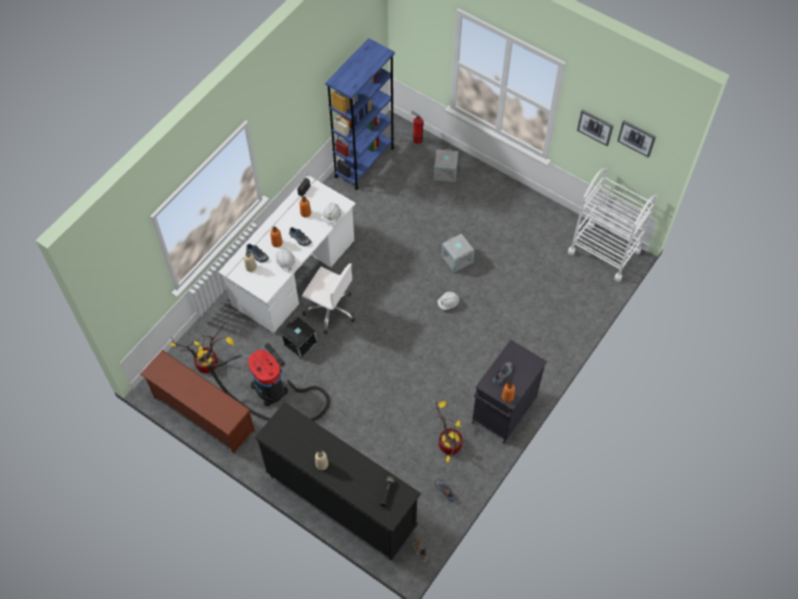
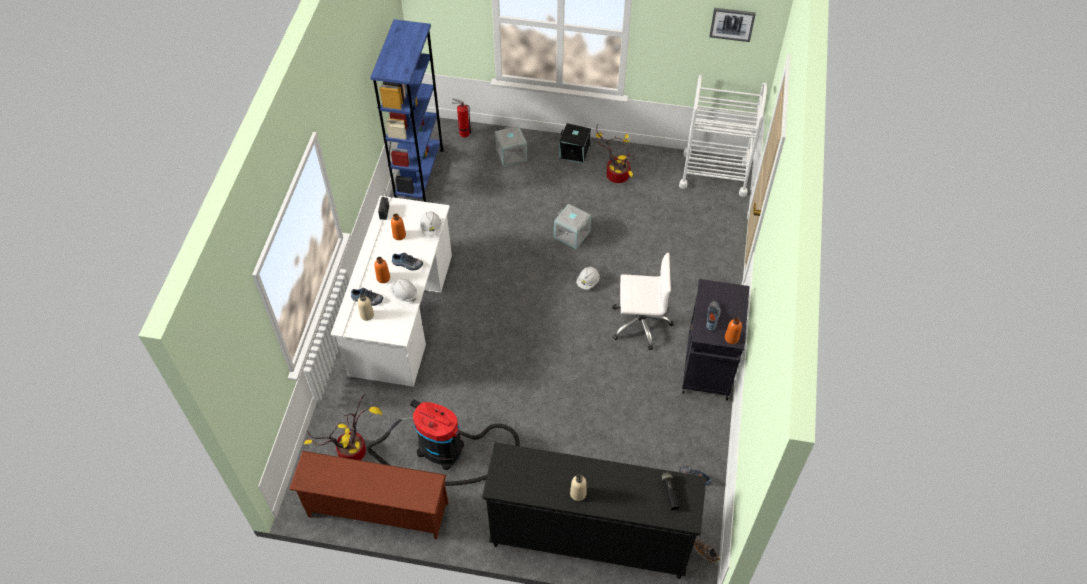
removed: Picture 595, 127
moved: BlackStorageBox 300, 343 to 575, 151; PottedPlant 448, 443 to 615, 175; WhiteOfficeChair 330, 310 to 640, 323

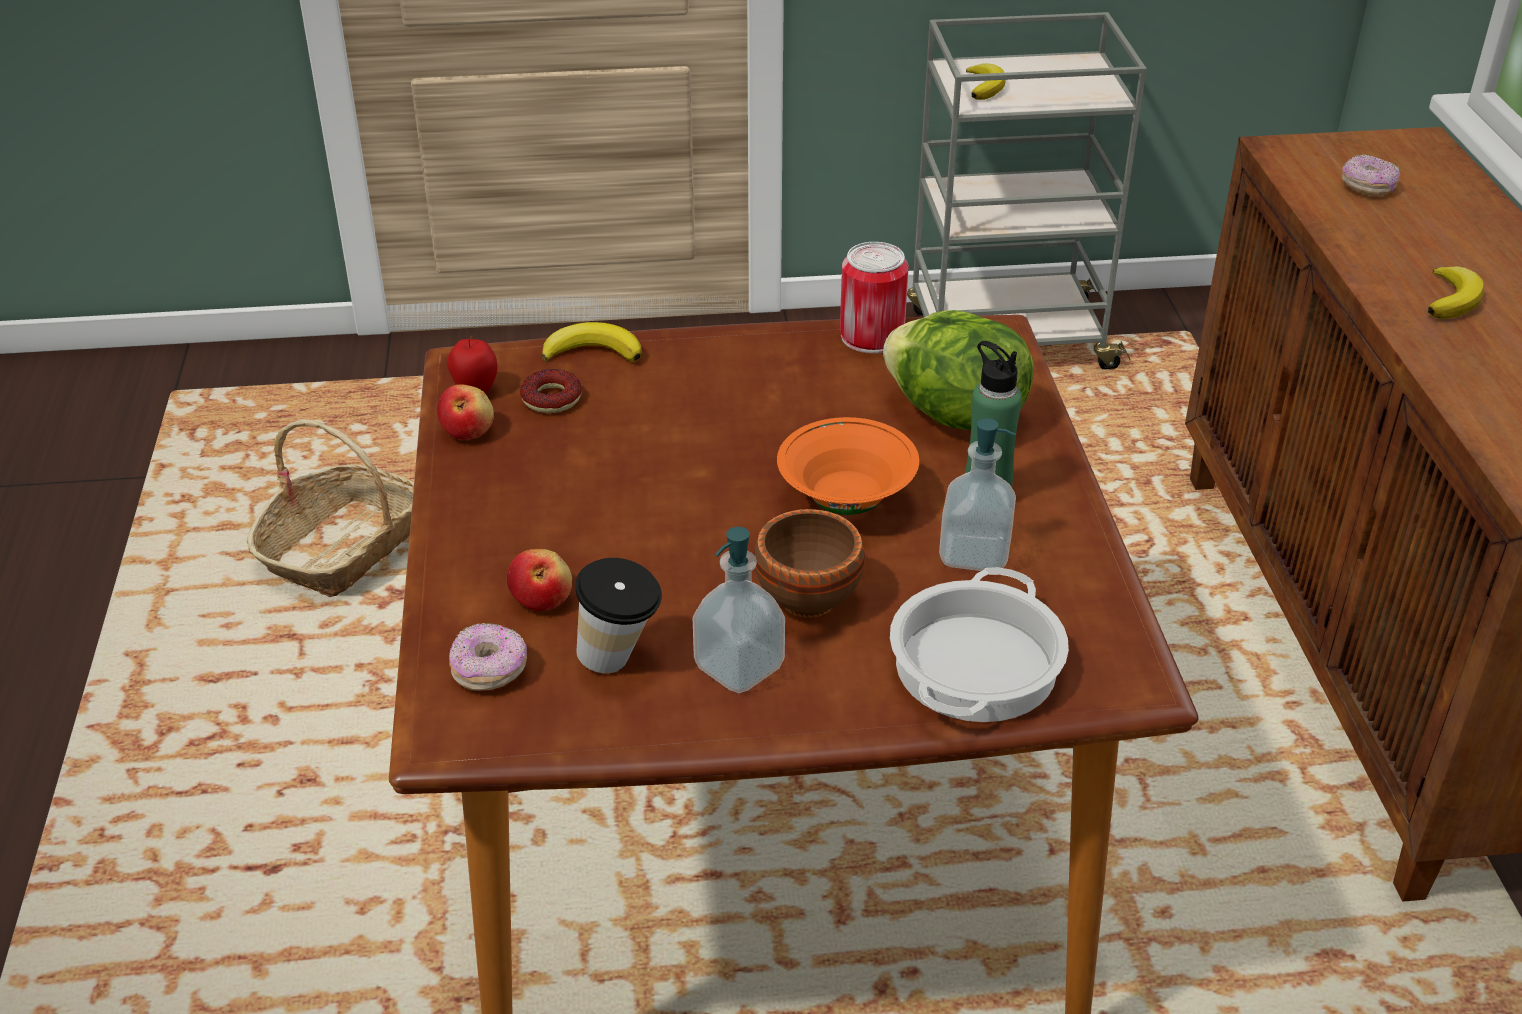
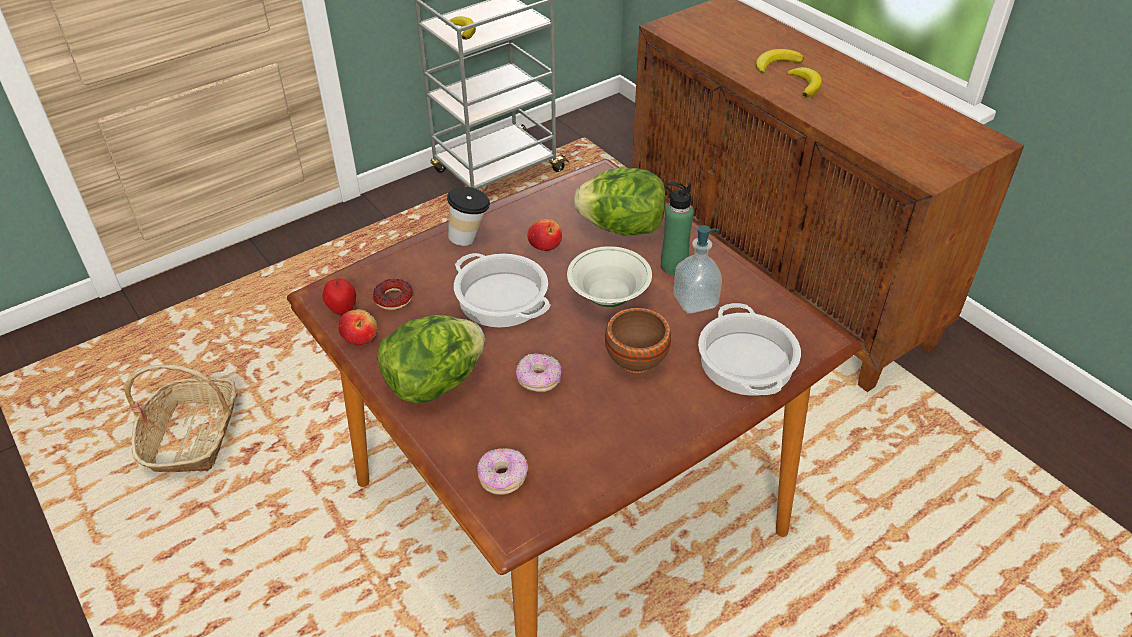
removed: SoapDispenser 739, 667; Can 871, 336
added: Lettuce 434, 383; CookingPot 500, 298
moved: Cup 620, 661 to 470, 238; Donut 1367, 187 to 539, 380; Apple 542, 598 to 545, 245; Banana 593, 351 to 775, 64
recoloured: OrangeBowl 846, 502 to WhiteBowl 608, 297

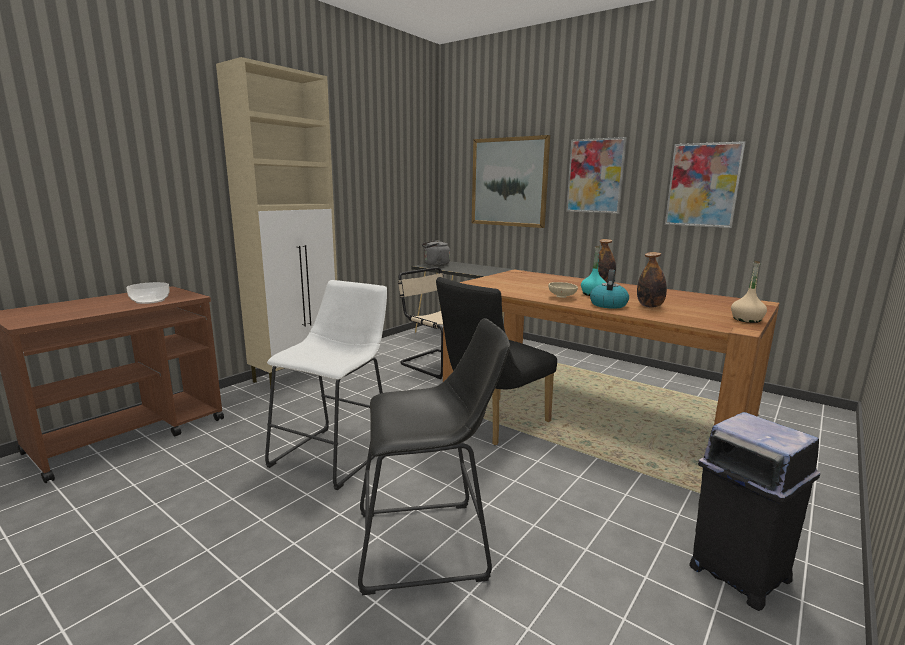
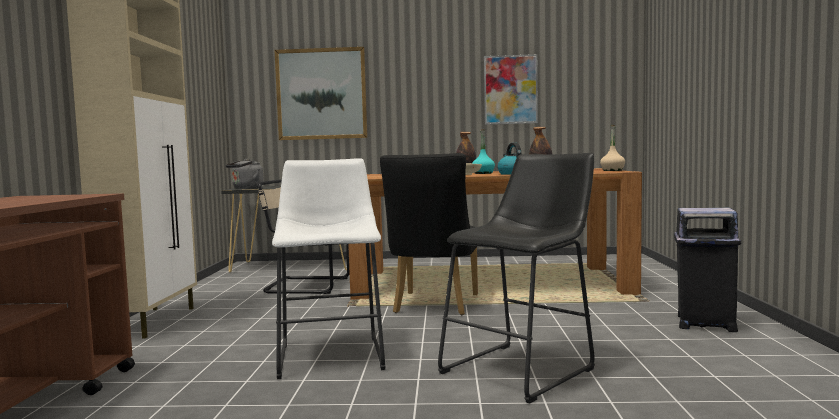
removed: Bowl 150, 301; Picture 595, 176

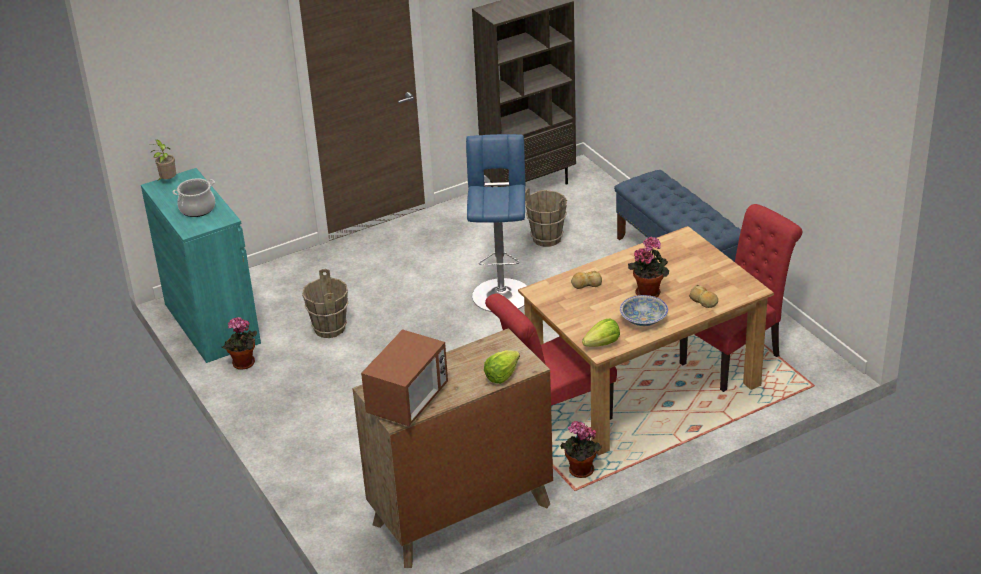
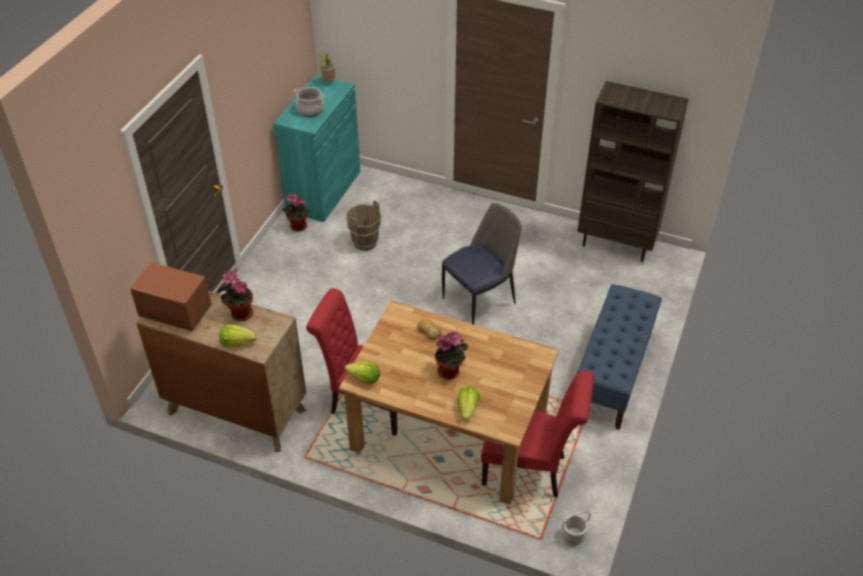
removed: BrownBucket 547, 238; Bowl 643, 319
added: WhiteBucket 573, 536
moved: PottedPlant 579, 471 to 239, 313
replaced: BlueStool 501, 292 to Chair 480, 299; Bread 703, 301 to Lettuce 467, 409
turned: Microwave 408, 401 = 176, 312 150 degrees counterclockwise

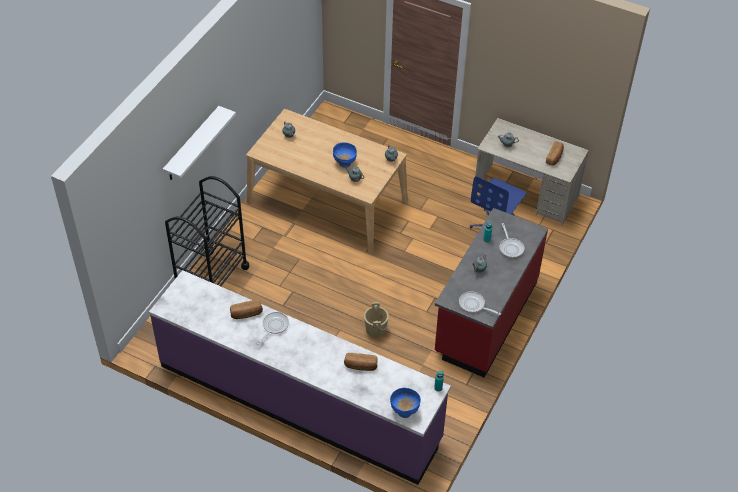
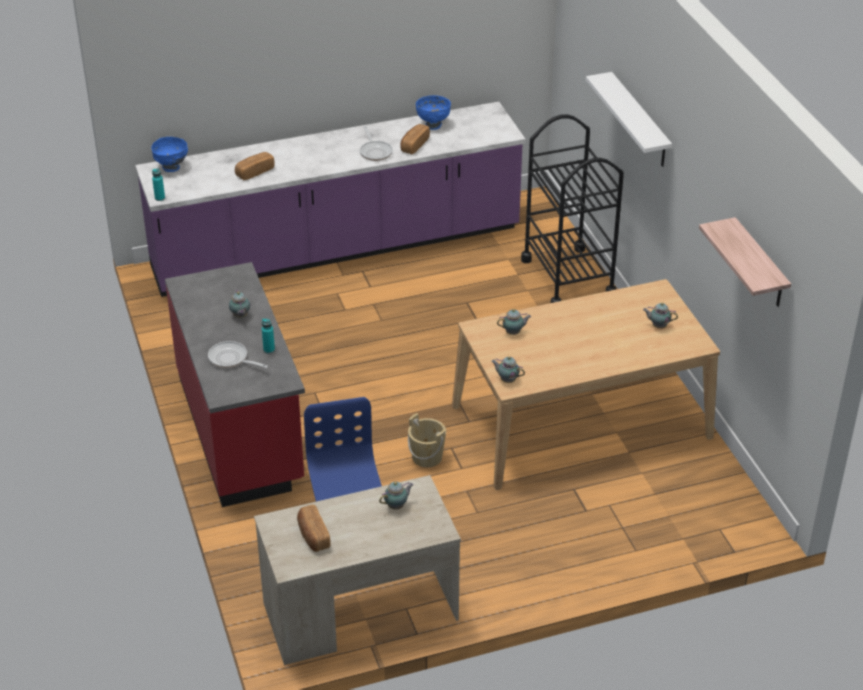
removed: FryingPan 473, 305
added: Shelf 760, 265
moved: BeigeBucket 375, 330 to 427, 457; BlueBowl 344, 163 to 433, 125

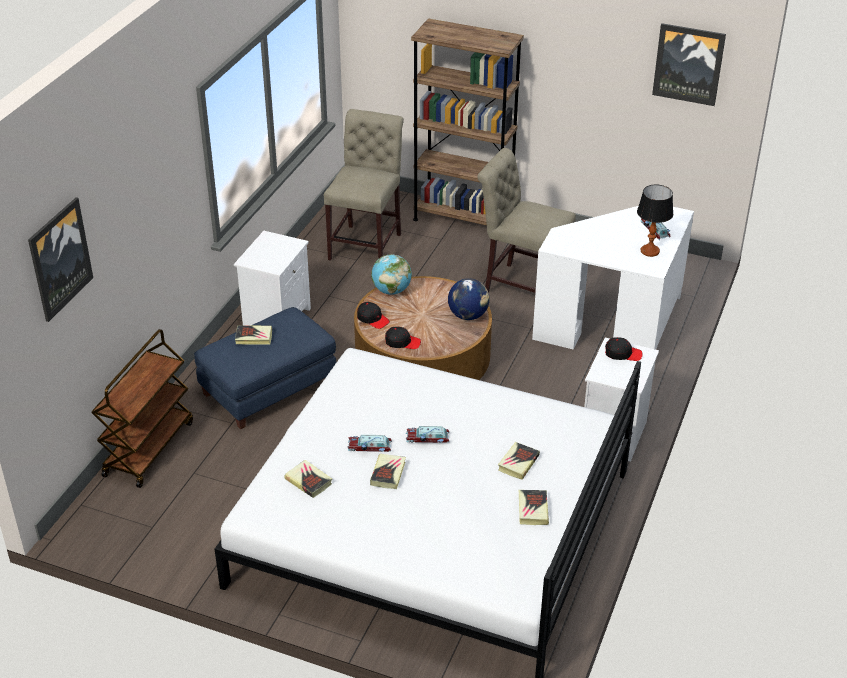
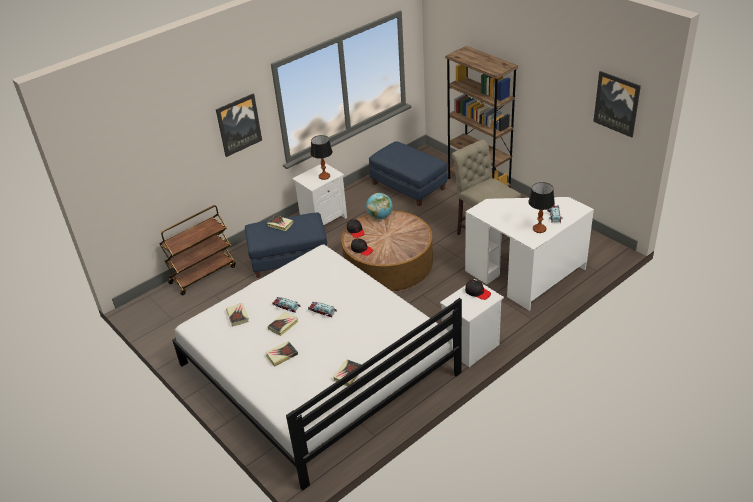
removed: Globe 468, 315
added: TableLamp 324, 176
moved: Picture 59, 259 to 238, 124; Book 518, 463 to 282, 355
replaced: BeigeChair 367, 244 to BlueOttoman 408, 186

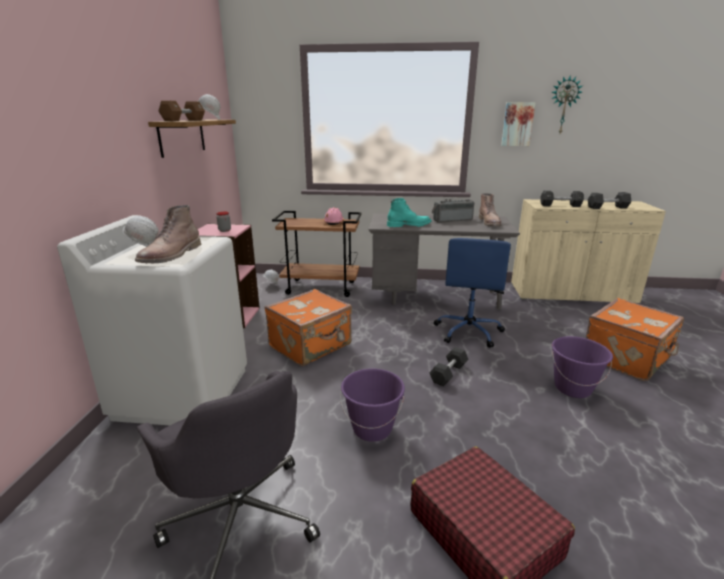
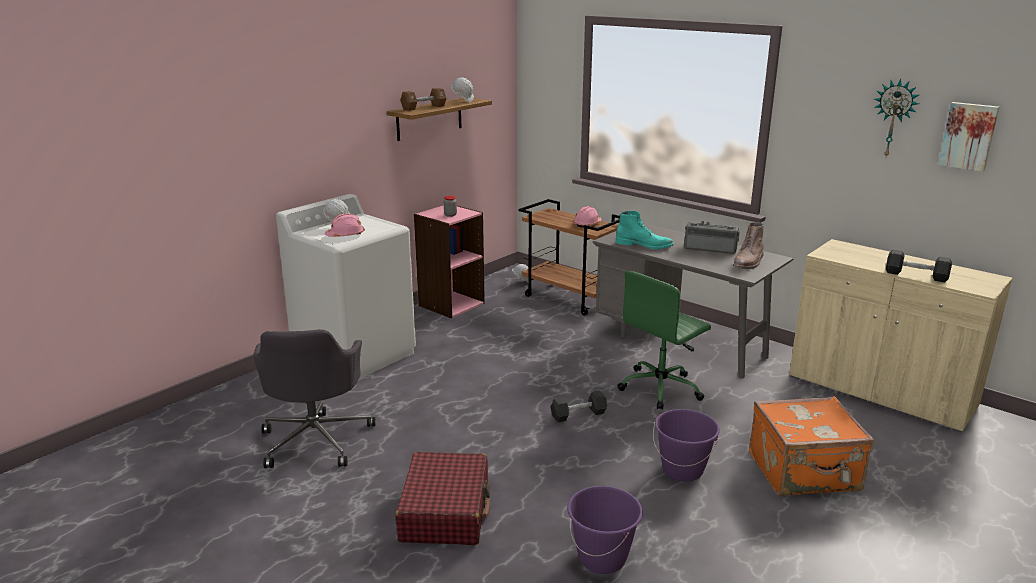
removed: OrangeSuitcase 311, 346; BlackDumbbell 560, 205
moved: PurpleBucket 372, 428 to 602, 558; Picture 517, 124 to 968, 136
replaced: BrownBoot 171, 255 to PinkHardHat 345, 235
recoloured: BlueOfficeChair 468, 331 to GreenOfficeChair 661, 388

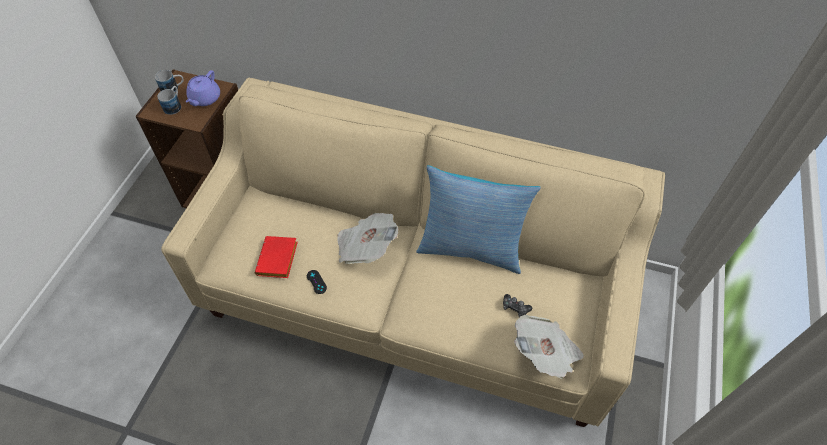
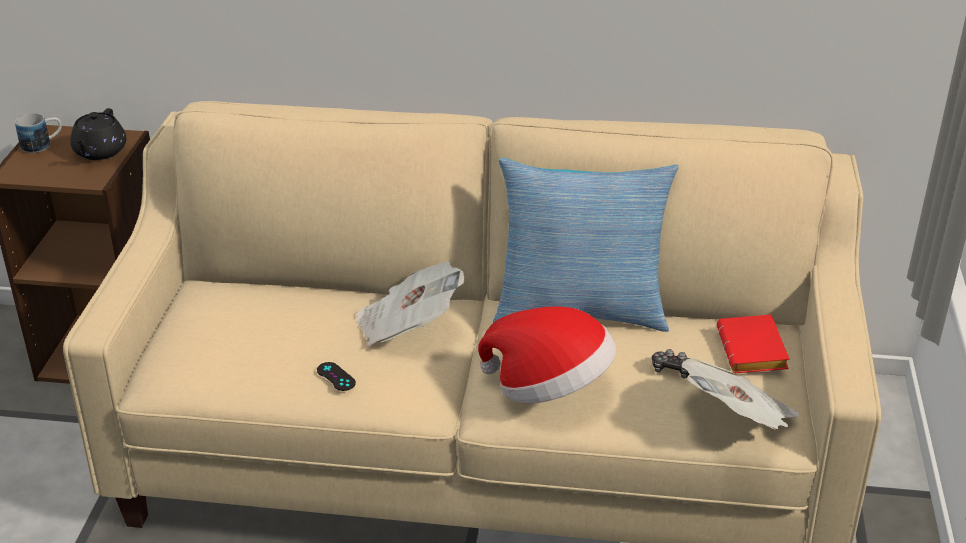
removed: Mug 174, 105
added: Hat 549, 387
moved: RedBook 278, 260 to 754, 352
recoloured: PurpleTeapot 205, 99 to BlackTeapot 99, 152

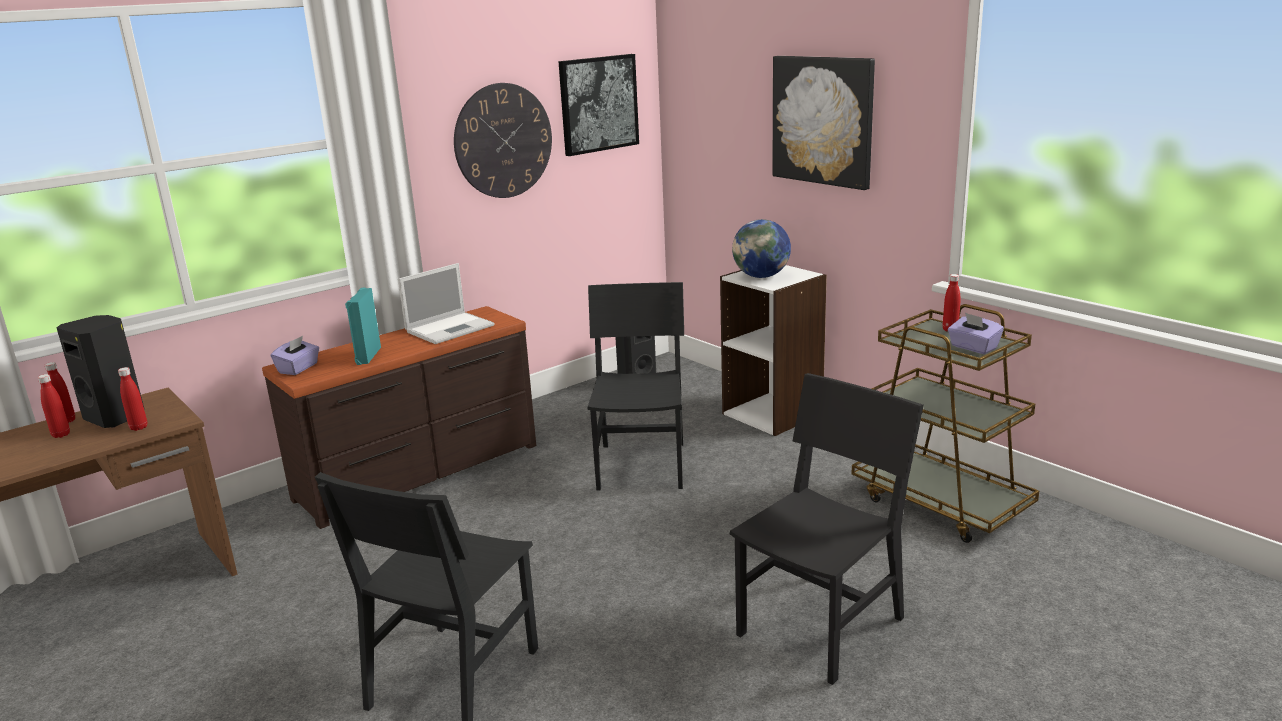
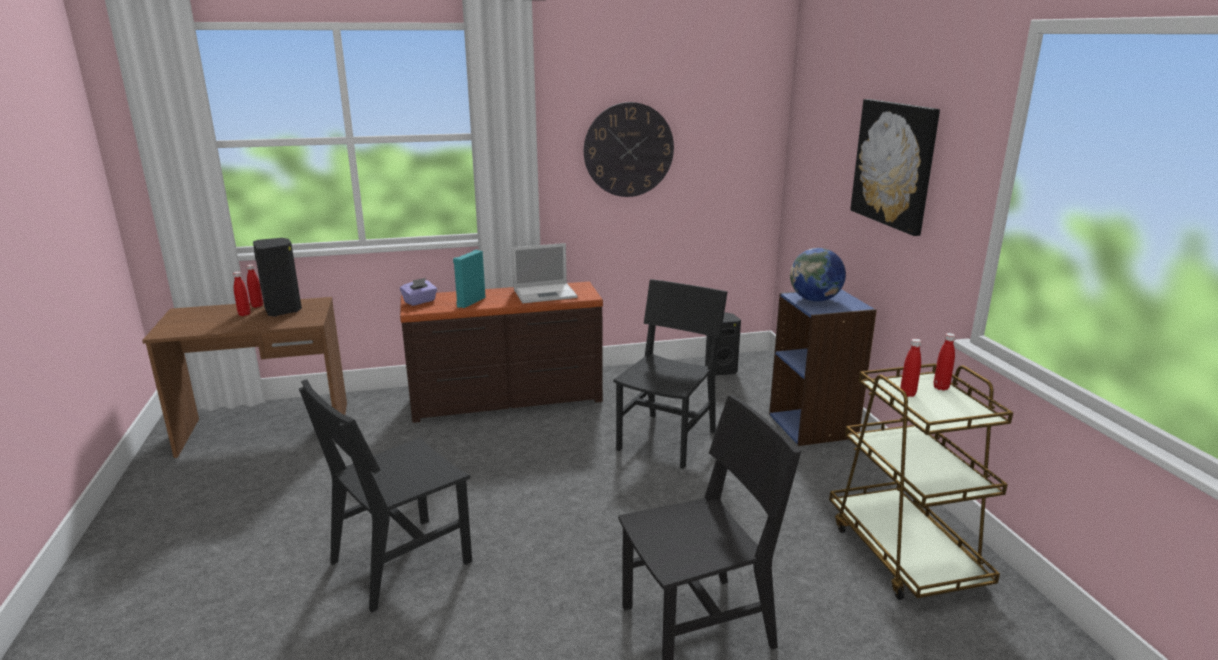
removed: Picture 598, 104; PurpleTissueBox 973, 347
moved: RedBottle 139, 427 to 907, 394
recoloured: WhiteBookcase 773, 413 to BlueBookcase 813, 425

